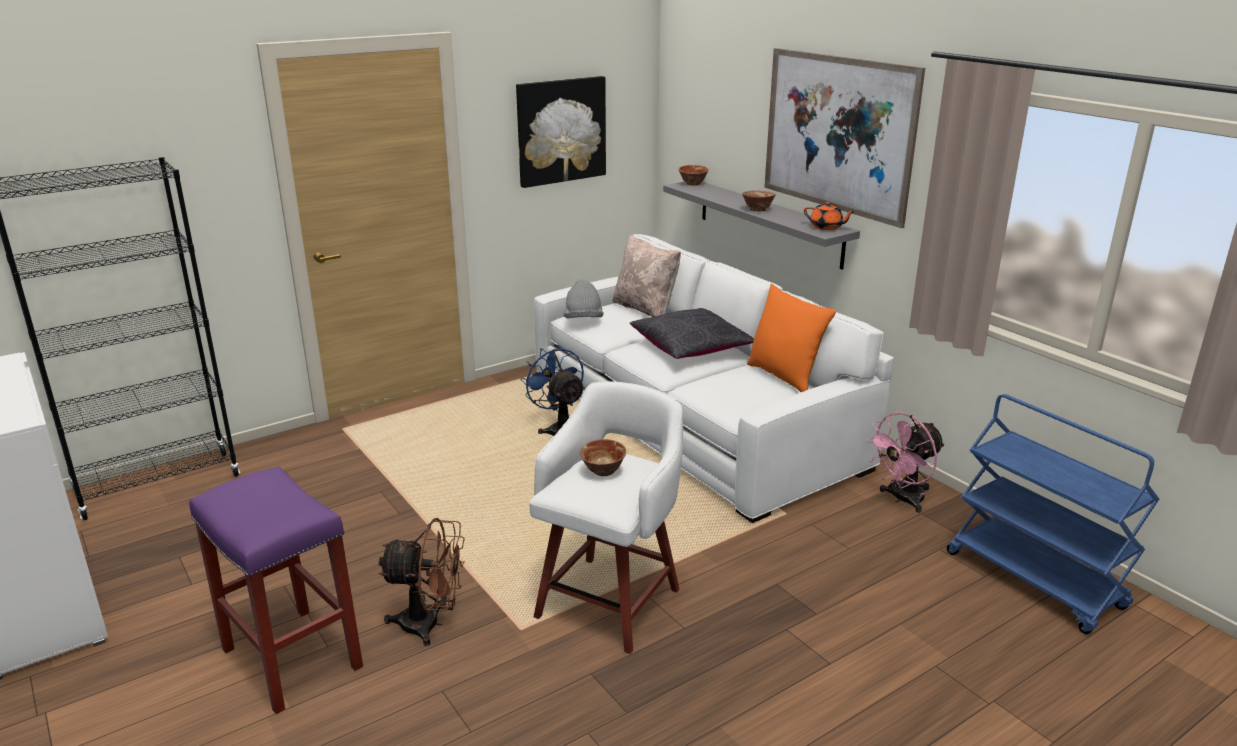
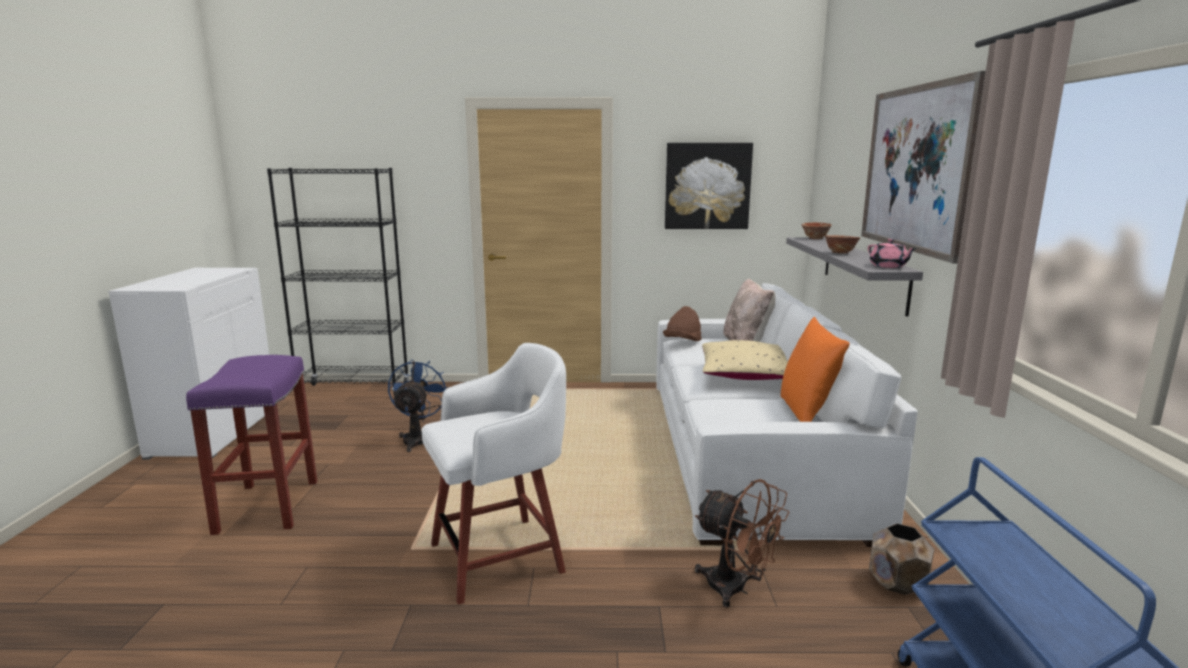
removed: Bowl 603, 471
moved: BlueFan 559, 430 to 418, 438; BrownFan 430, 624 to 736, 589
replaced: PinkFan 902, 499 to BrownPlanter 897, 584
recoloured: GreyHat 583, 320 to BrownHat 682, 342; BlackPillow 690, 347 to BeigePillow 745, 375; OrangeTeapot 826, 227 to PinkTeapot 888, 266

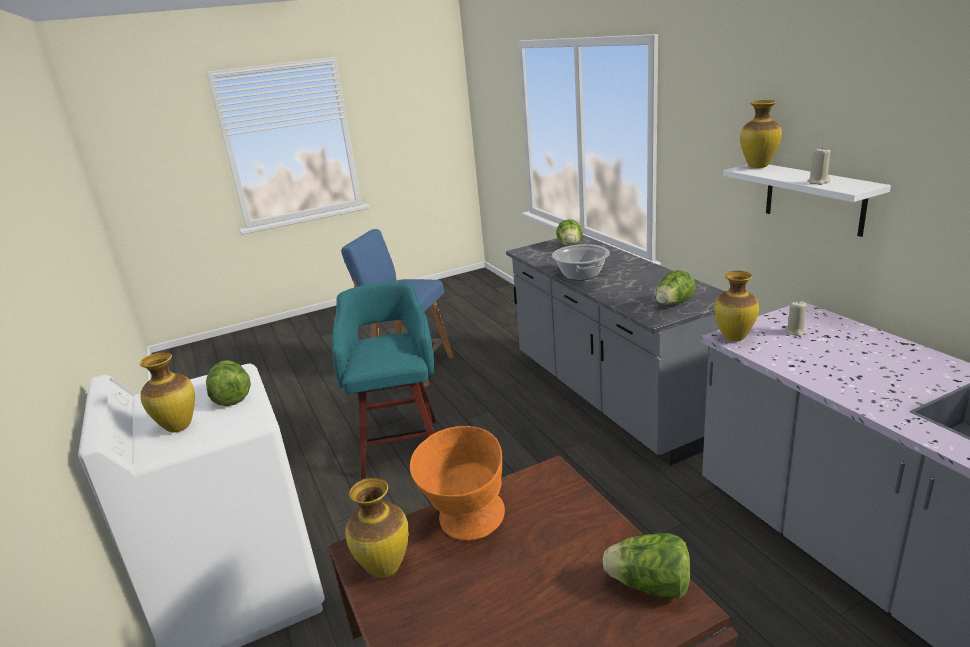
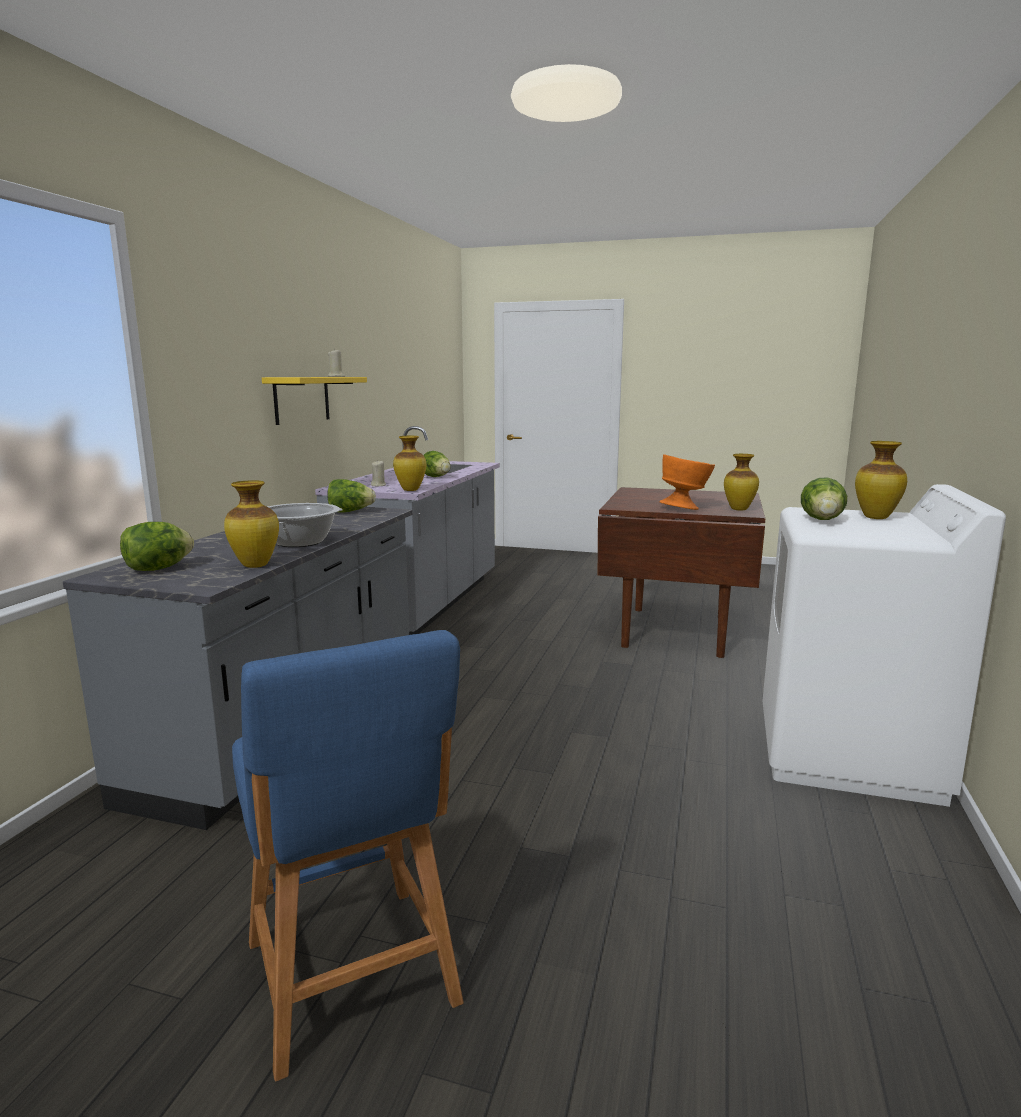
removed: TurquoiseStool 401, 445
moved: Vase 757, 166 to 255, 566; Lettuce 649, 586 to 437, 477
recoloured: WhiteShelf 814, 198 to YellowShelf 302, 399

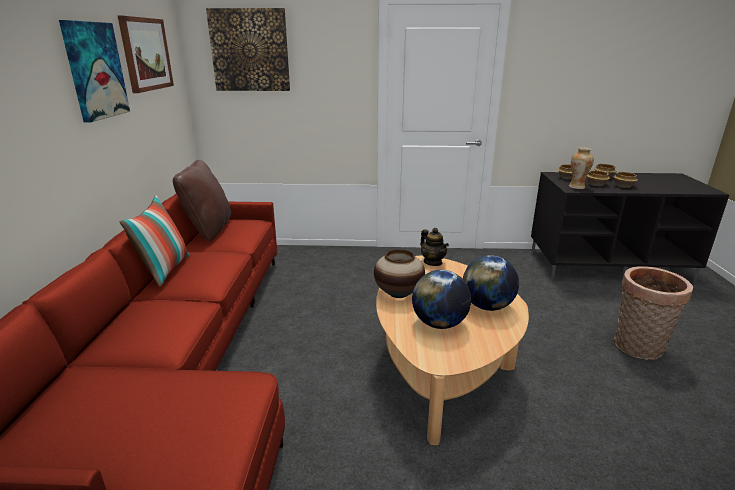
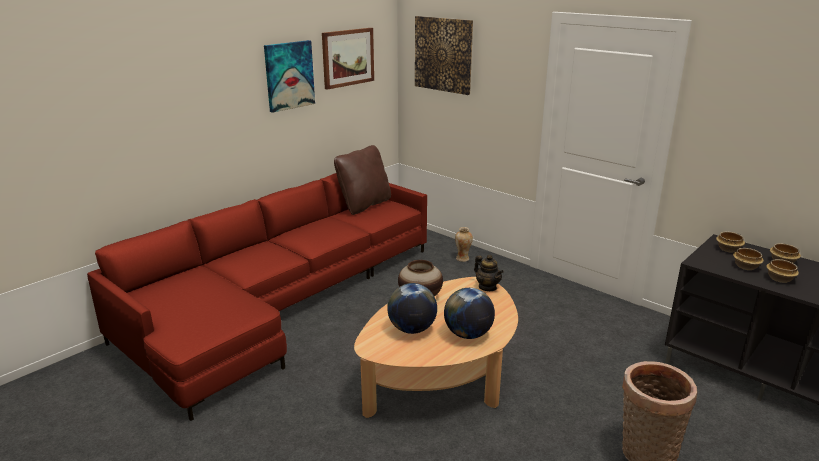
removed: Pillow 164, 270
moved: Vase 577, 187 to 462, 259
turned: Teapot 433, 262 = 487, 287 45 degrees counterclockwise

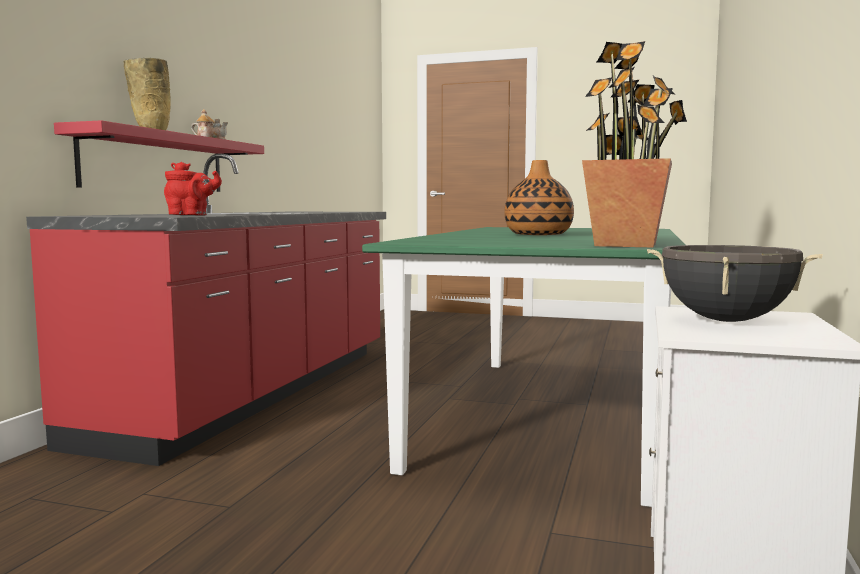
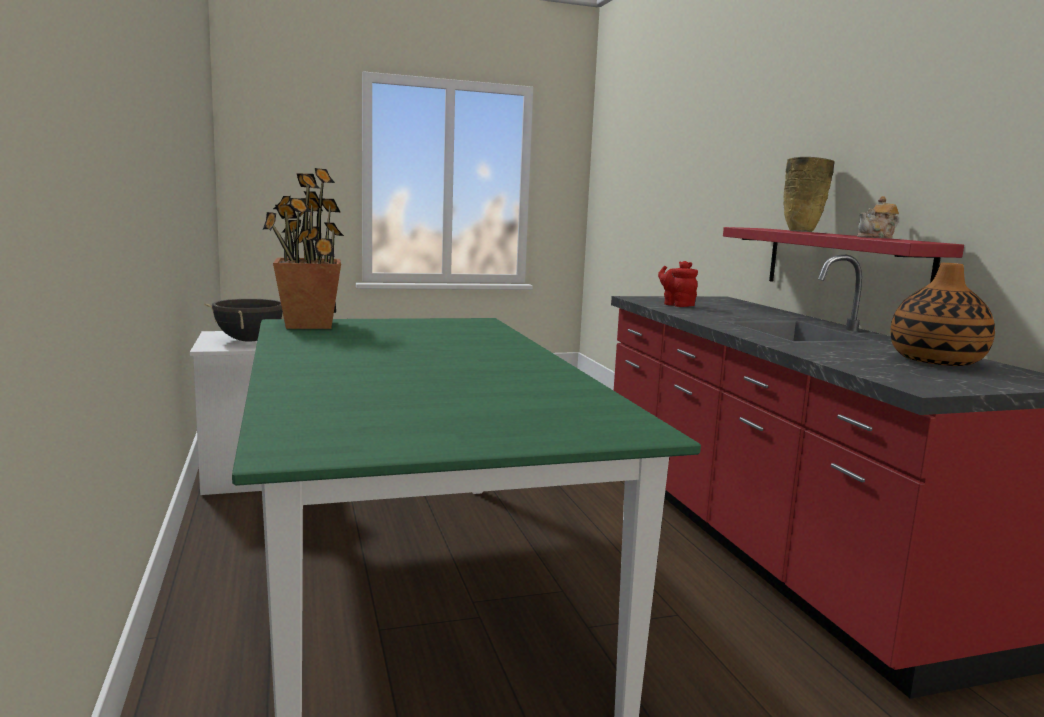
moved: Vase 538, 235 to 935, 361
turned: RedTeapot 191, 215 = 676, 305 90 degrees clockwise

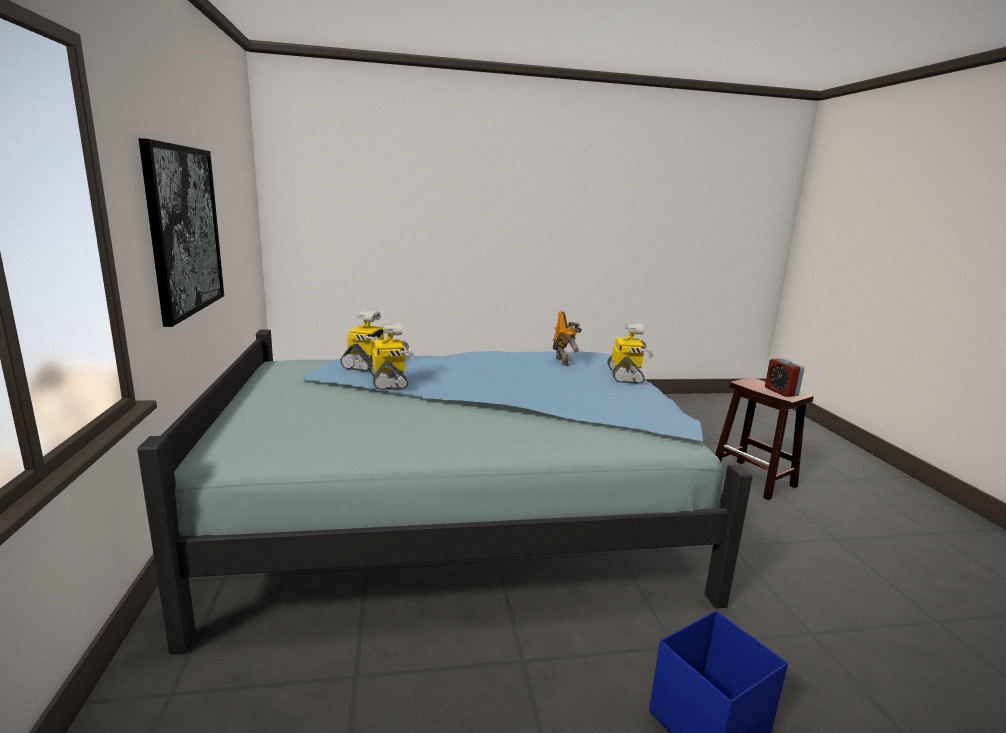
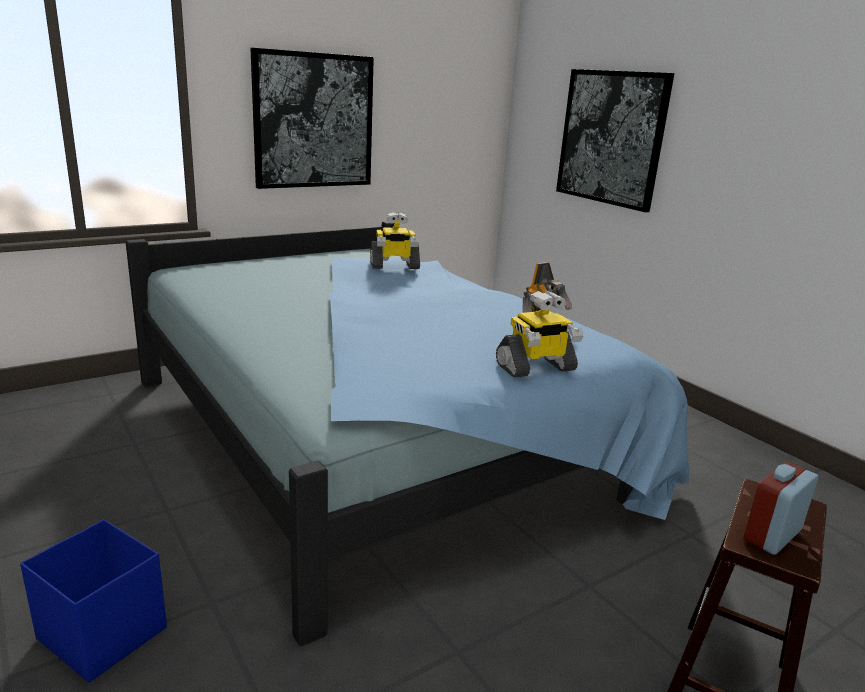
removed: ToyRobot 389, 381
added: Picture 611, 138

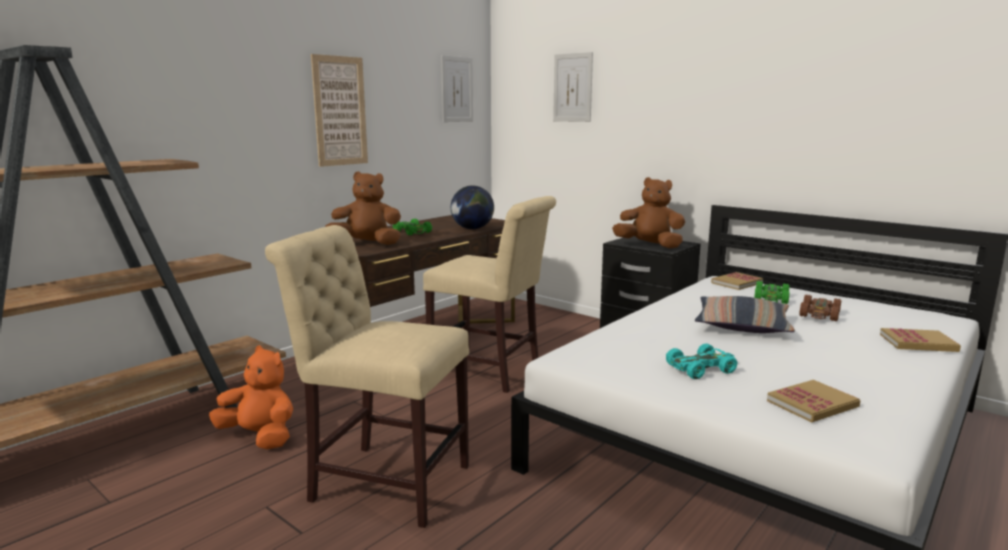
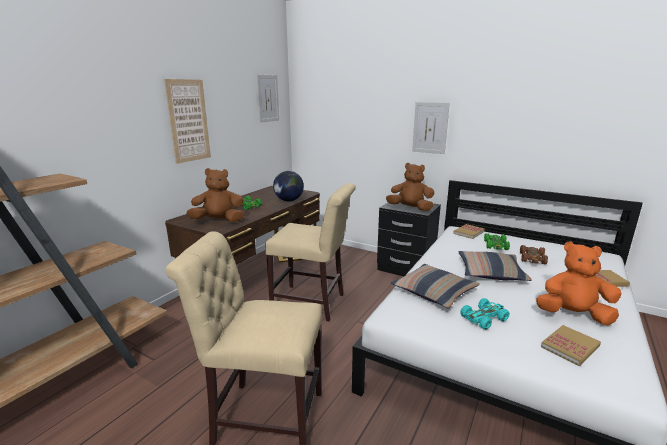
added: Pillow 434, 292
moved: Picture 572, 87 to 430, 128; OrangePlushToy 260, 437 to 573, 315

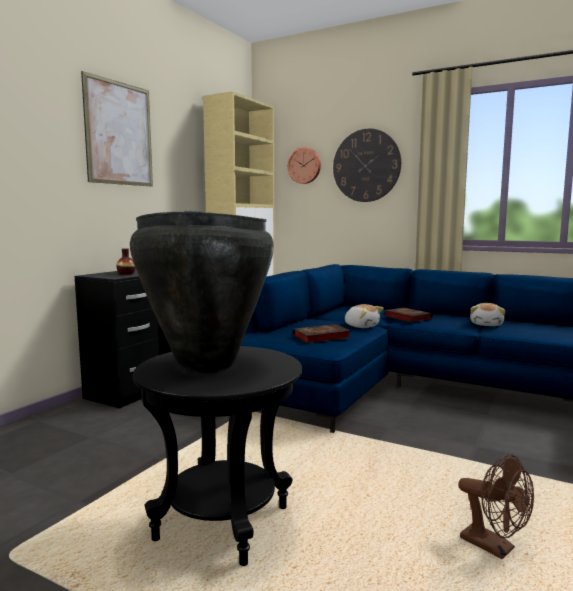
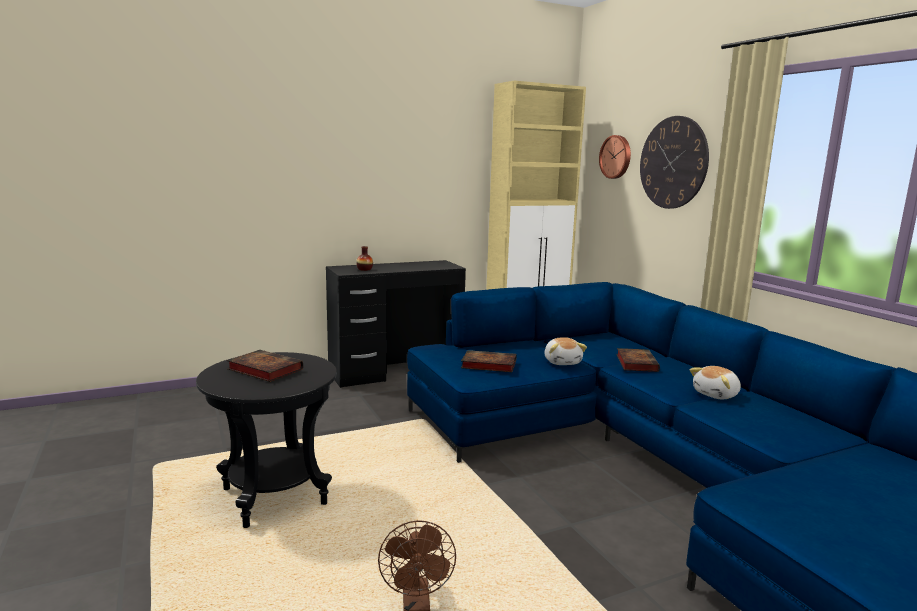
removed: Picture 119, 133
replaced: BlackVase 206, 365 to Book 263, 369

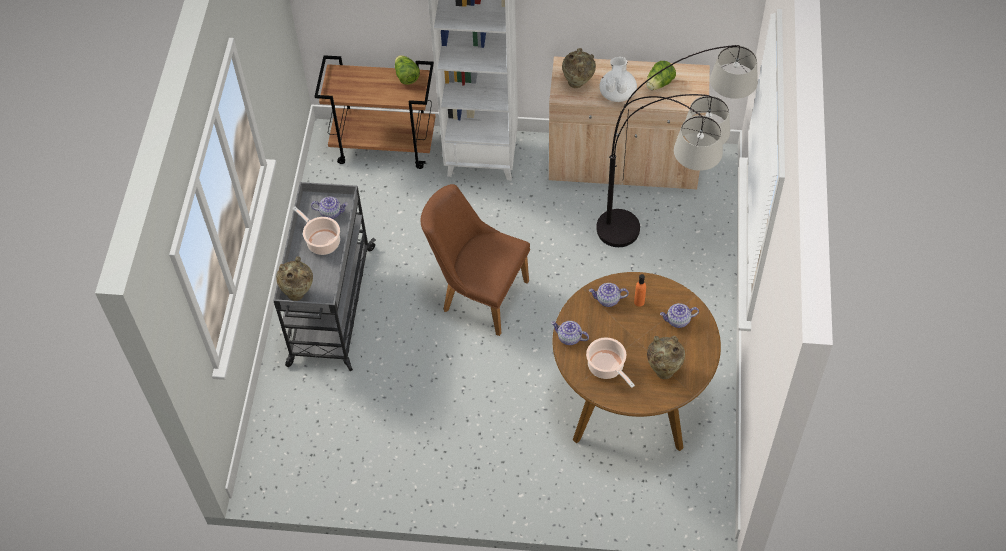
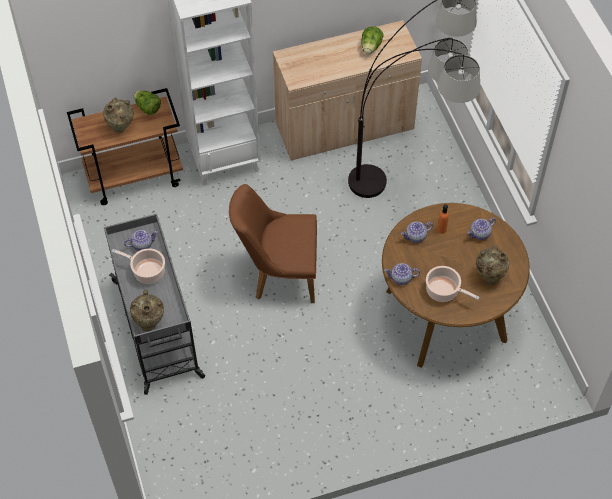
removed: WhiteTeapot 617, 93
moved: BeigeVase 578, 84 to 121, 128

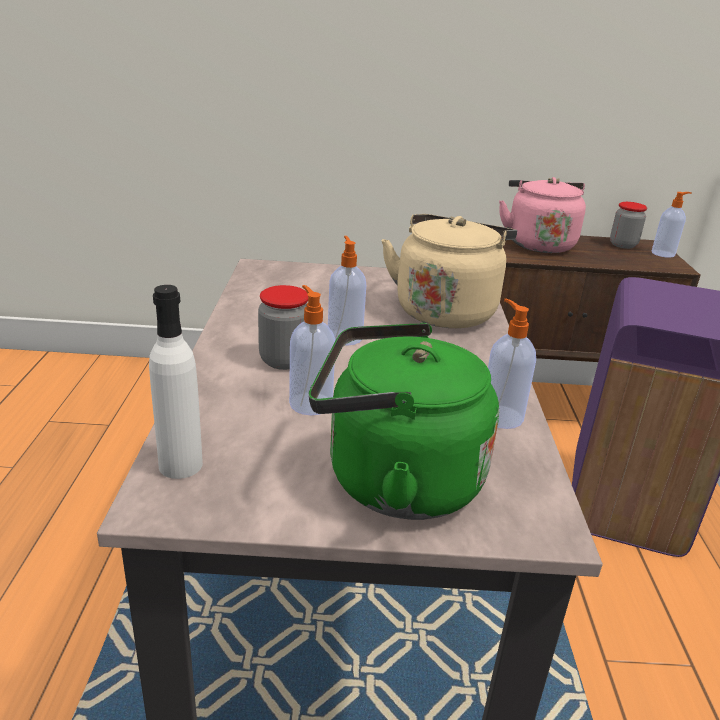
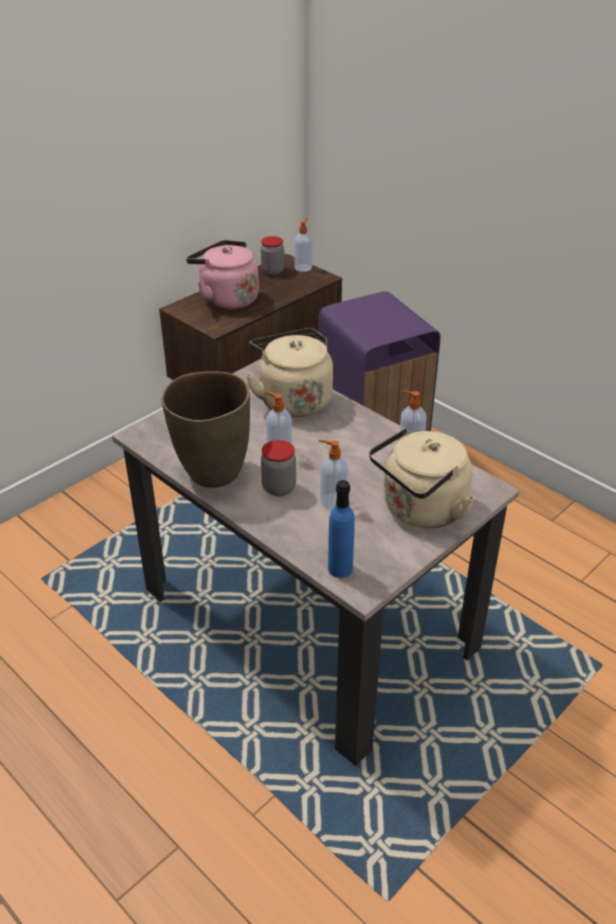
added: BrownVase 212, 473
recoloured: WhiteBottle 180, 465 to BlueBottle 340, 568; GreenKettle 393, 480 to BeigeKettle 420, 511

